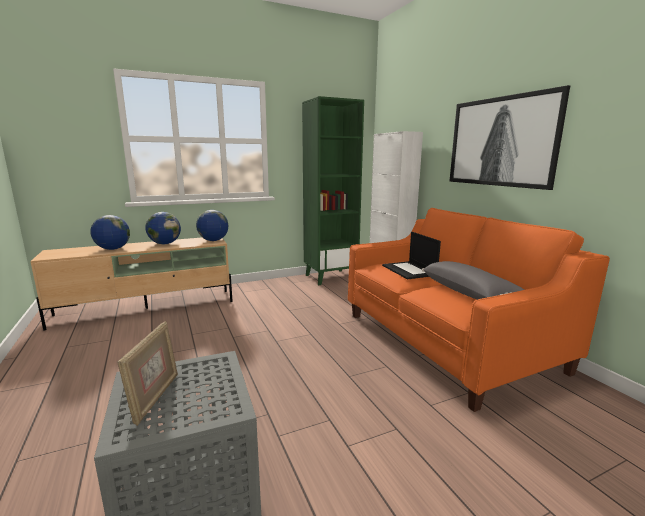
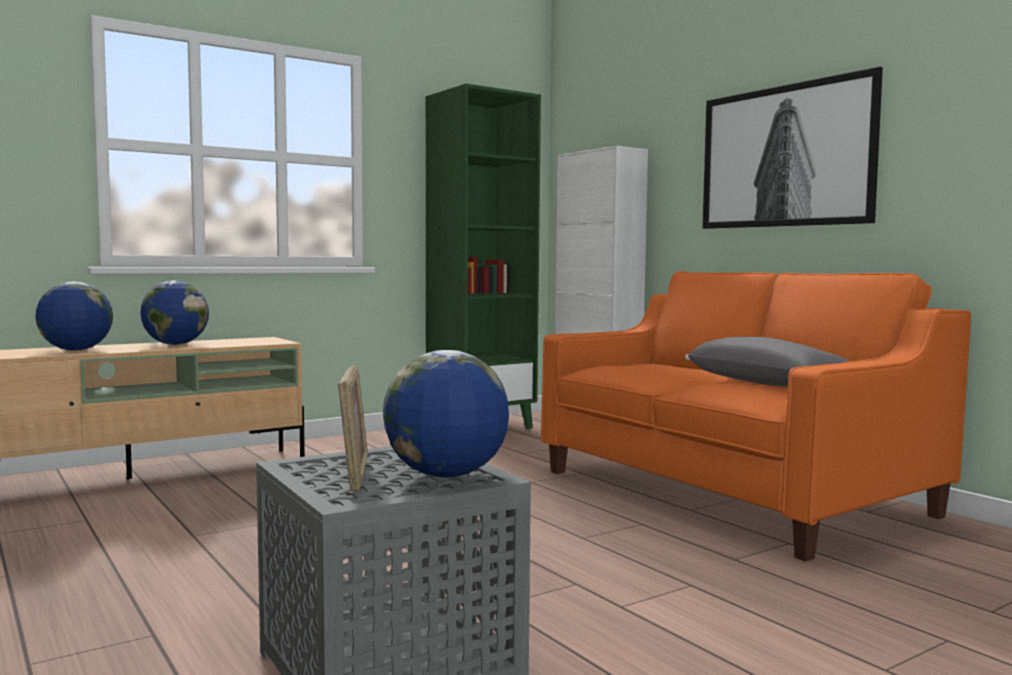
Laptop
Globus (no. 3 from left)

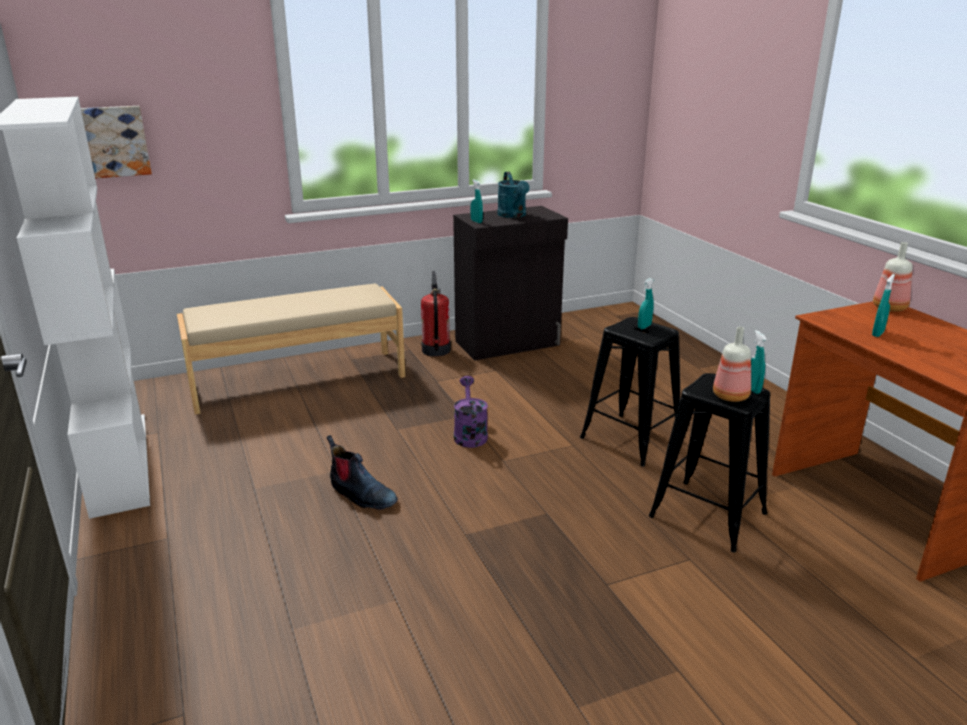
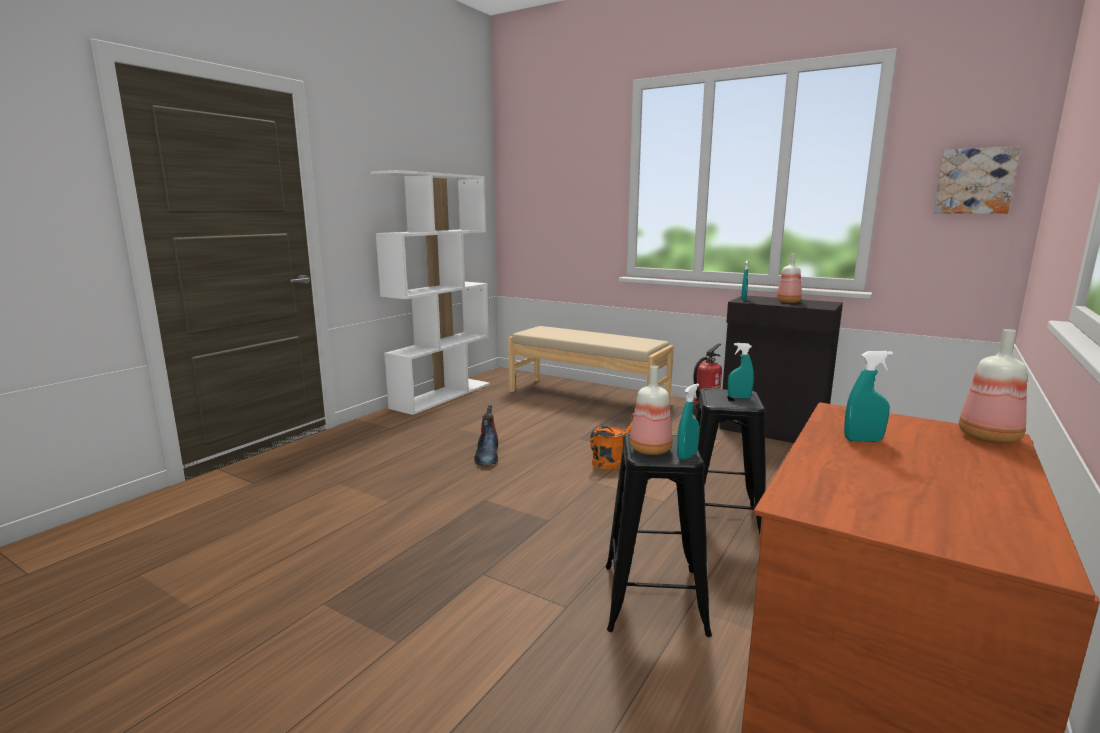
Bild
Flasche (no. 2 from left)
Gießkanne/orange

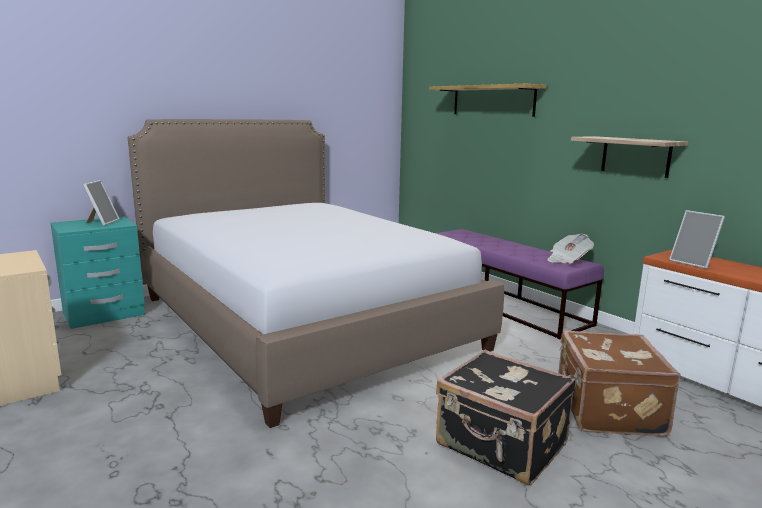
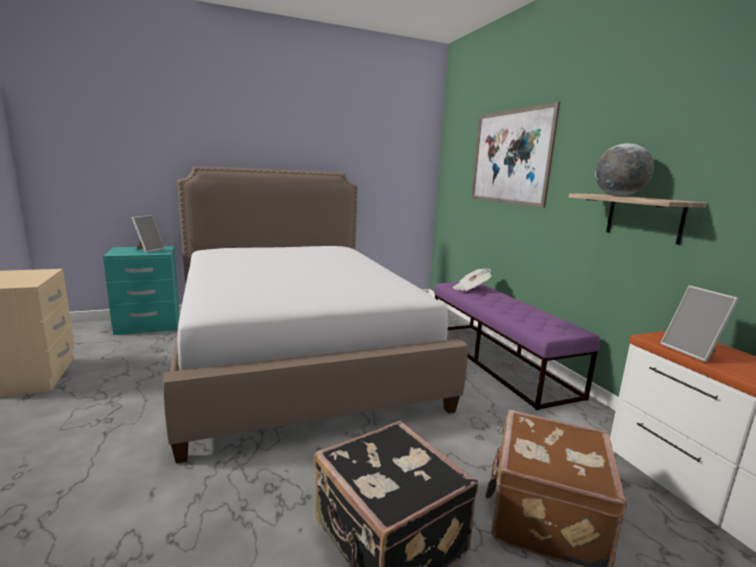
Globus
Zeitung
Bild

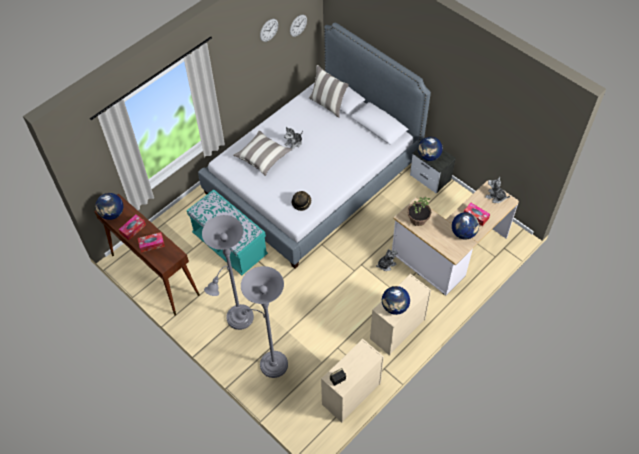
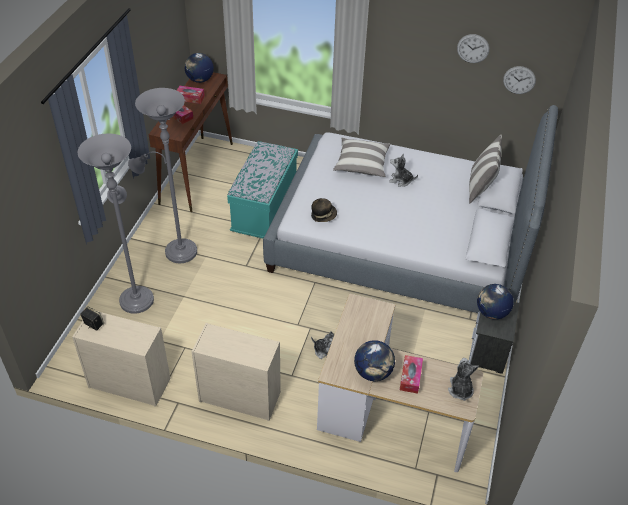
Globus (no. 2 from left in the first image)
Topfpflanze

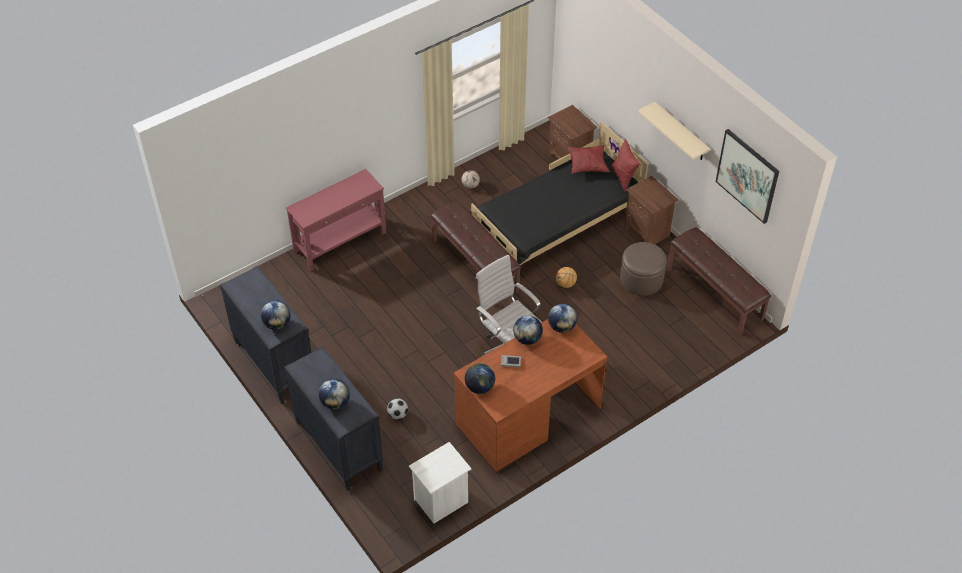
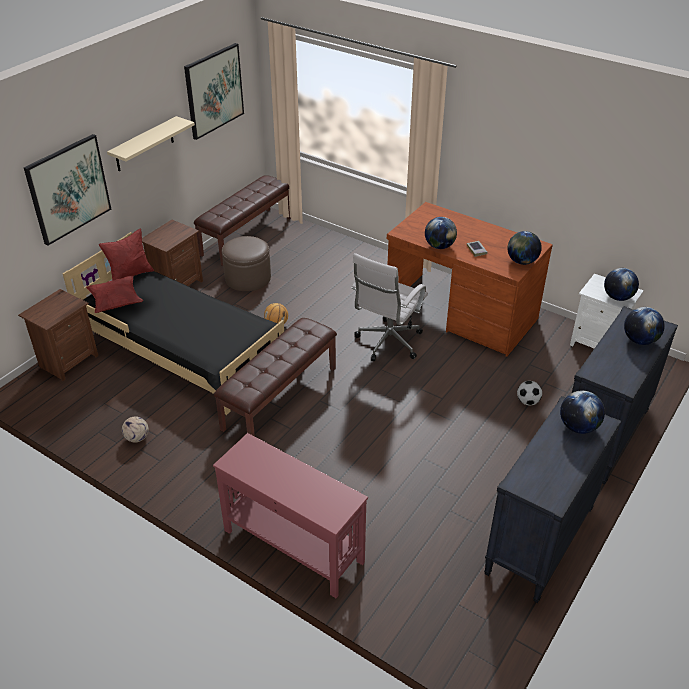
Bild (no. 1 from left)
Globus (no. 4 from left)

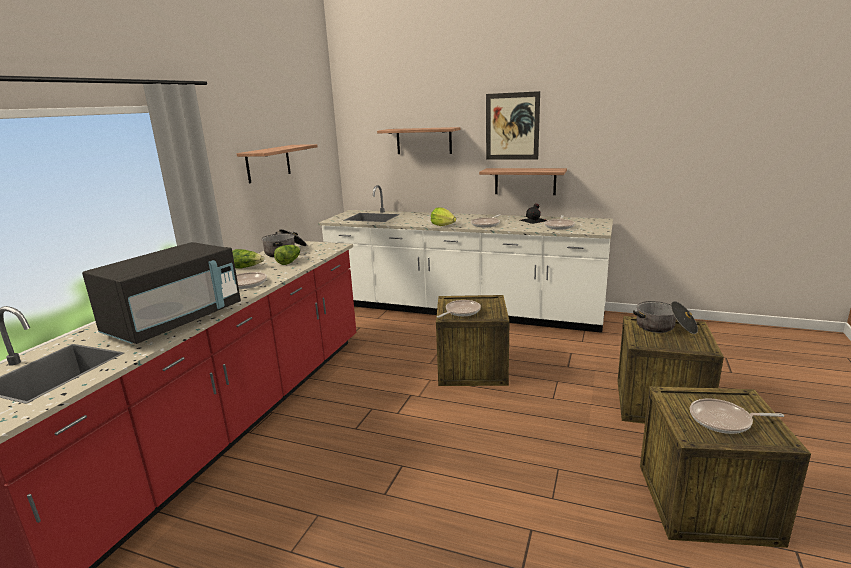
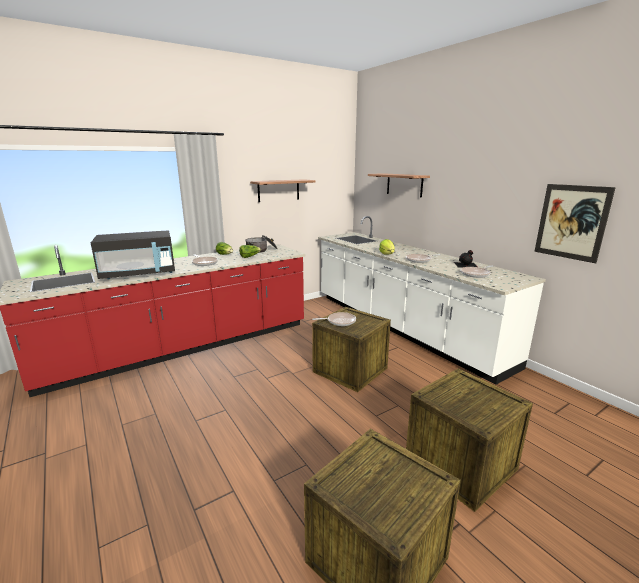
Wandregal (no. 3 from left in the first image)
Kochtopf (no. 2 from left in the first image)
Pfanne (no. 5 from left in the first image)
Bild

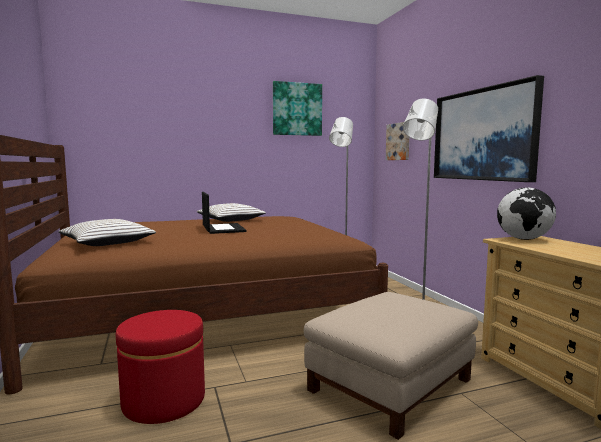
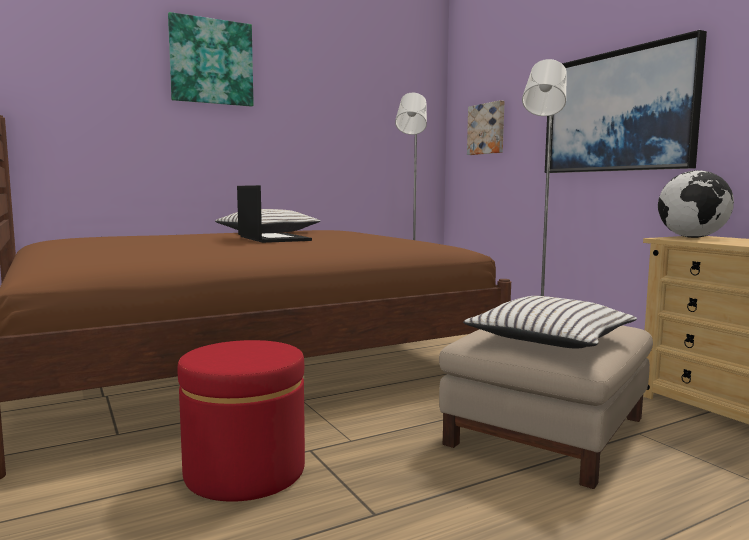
Kissen/weiß (no. 2 from left)
Bild (no. 1 from left)

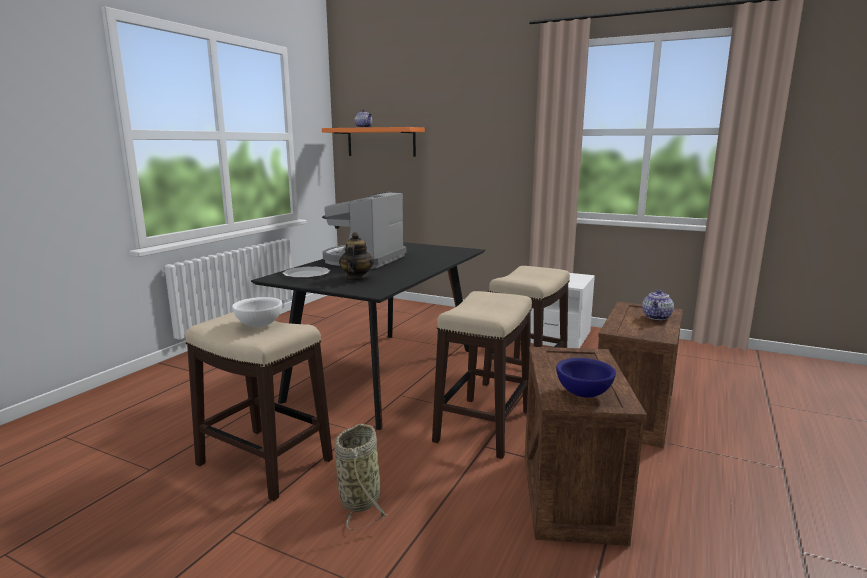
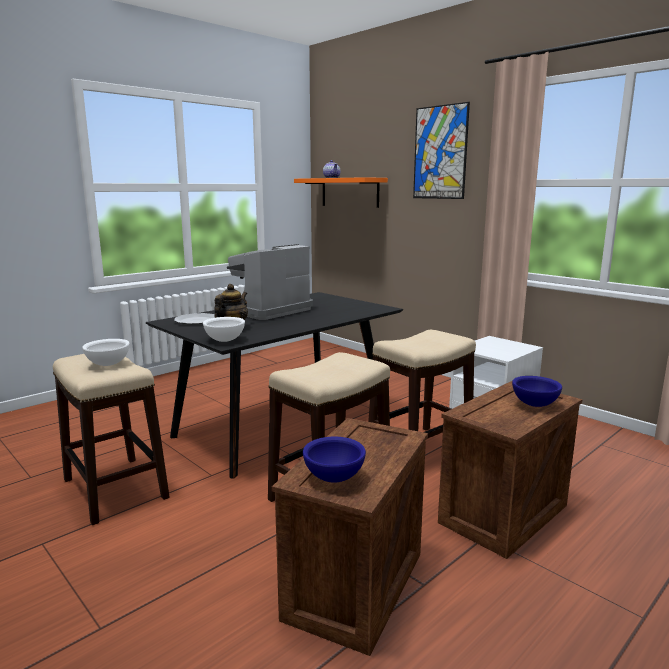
Korb
Schüssel/weiß (no. 2 from left)
Bild
Schüssel/blau (no. 2 from left)

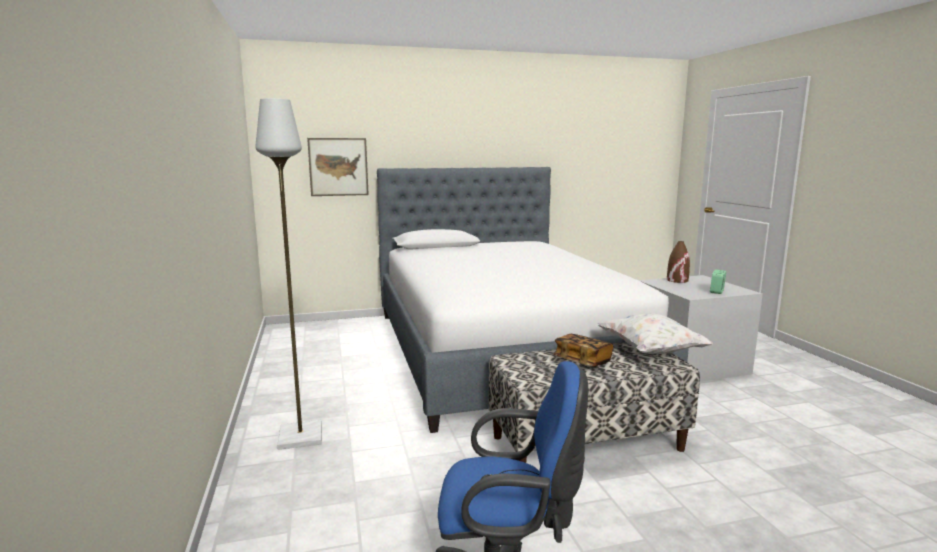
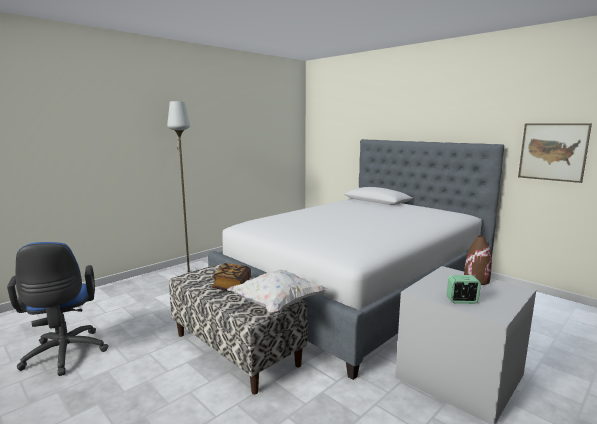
Bild

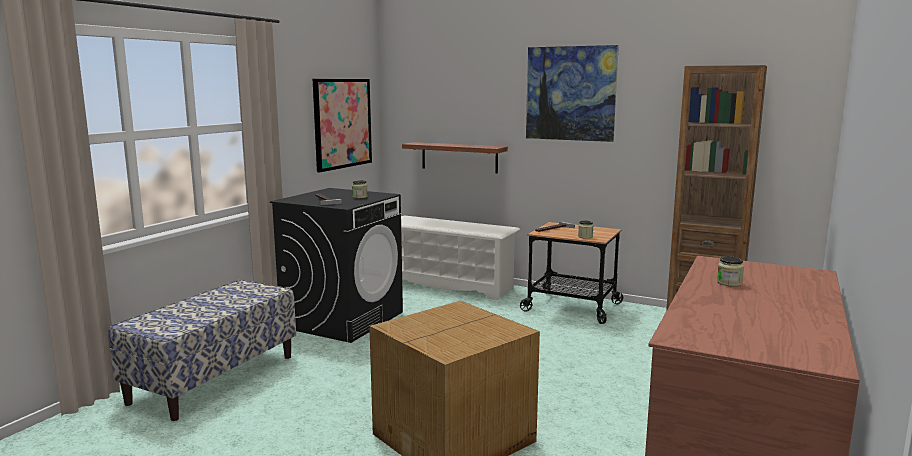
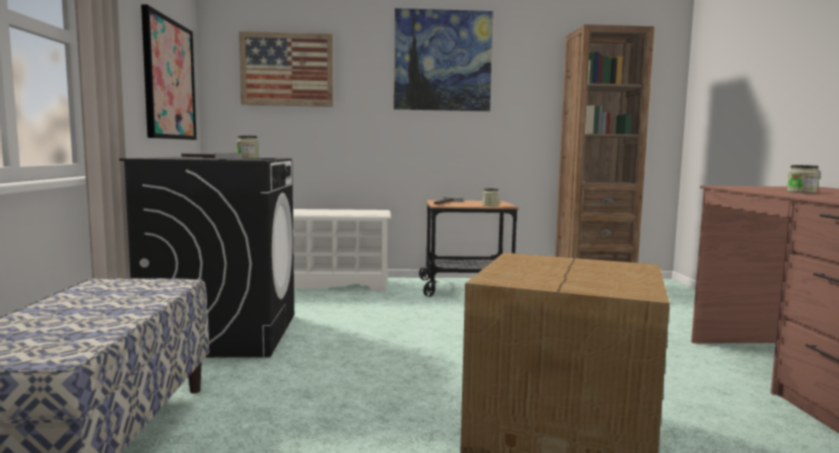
Wandregal
Bild (no. 2 from left)

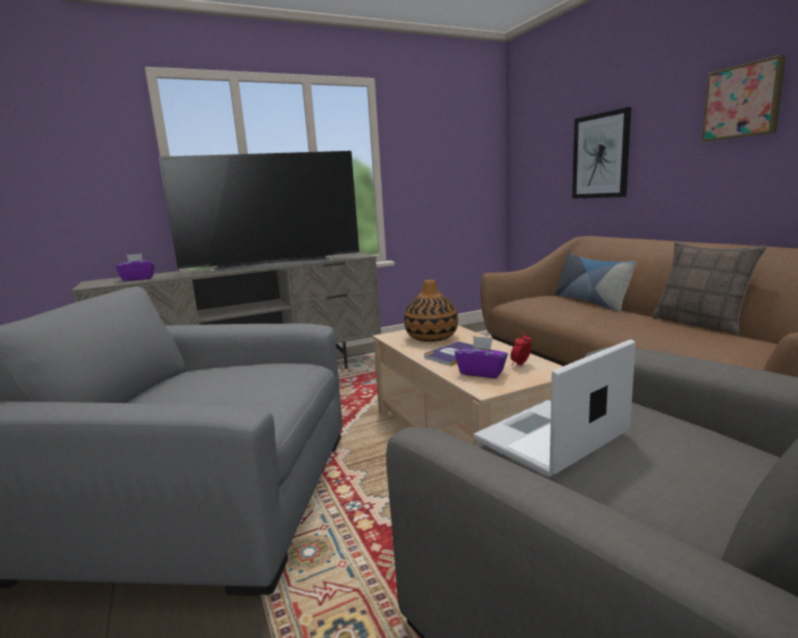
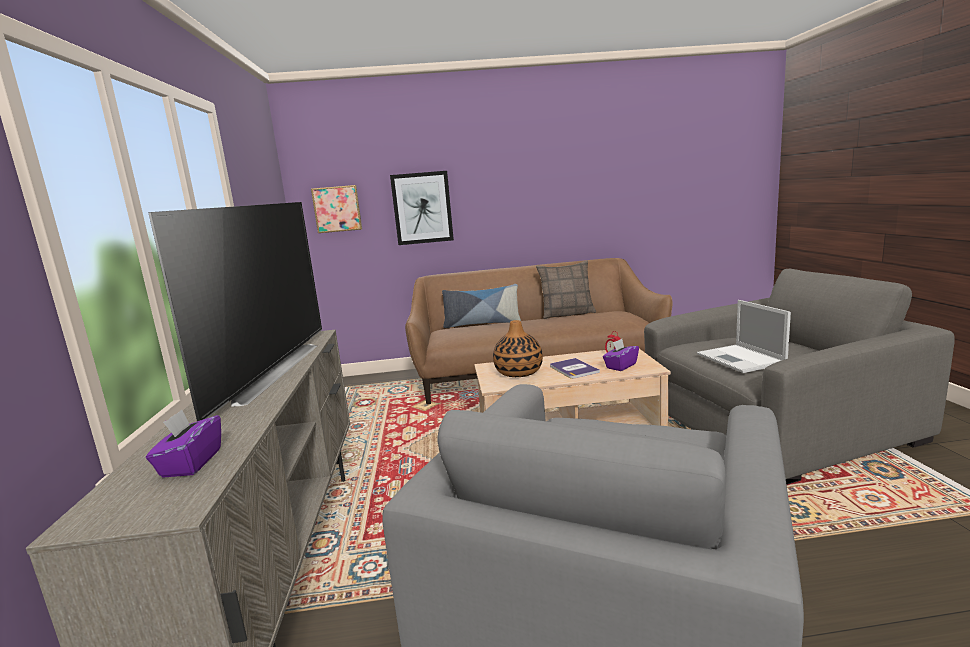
Bild (no. 1 from left)

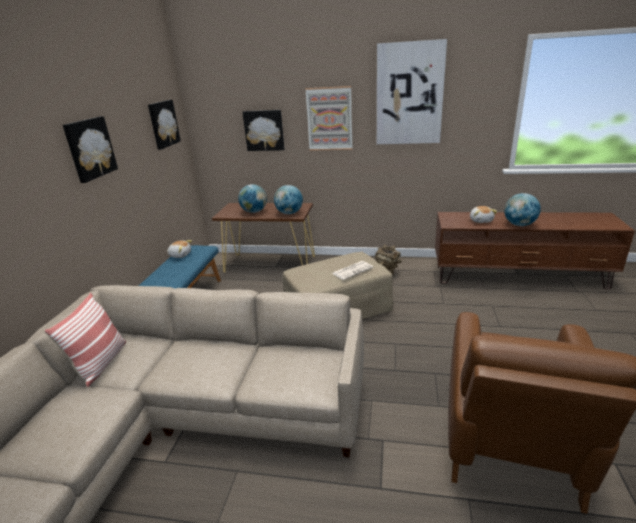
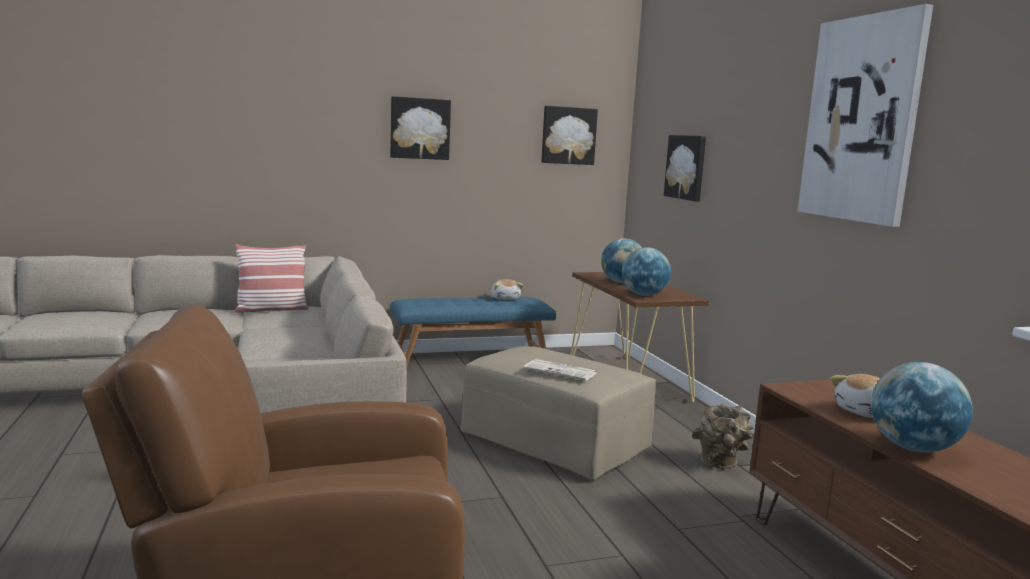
Bild (no. 4 from left in the first image)

